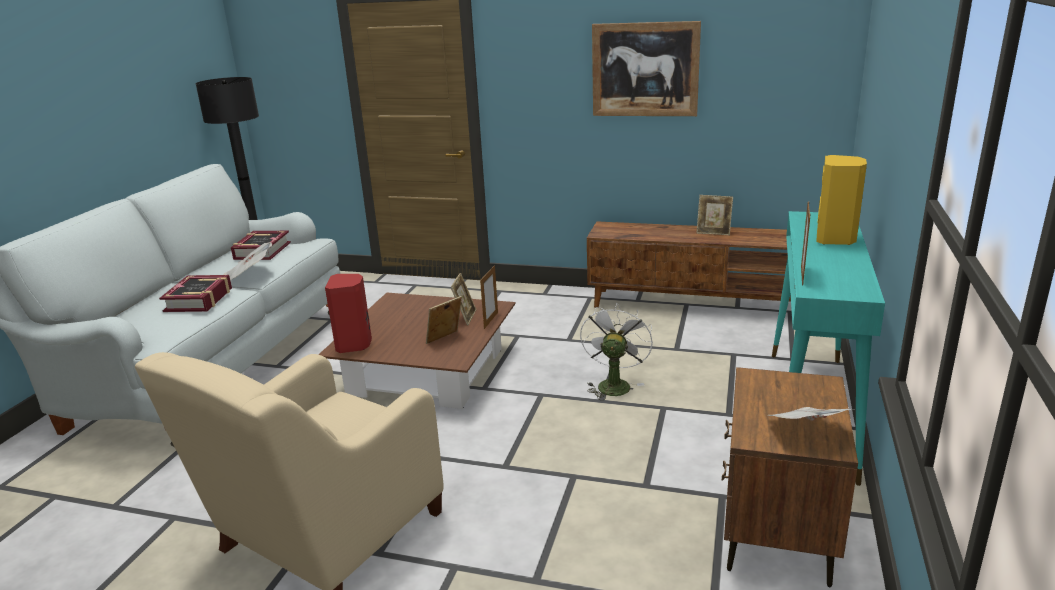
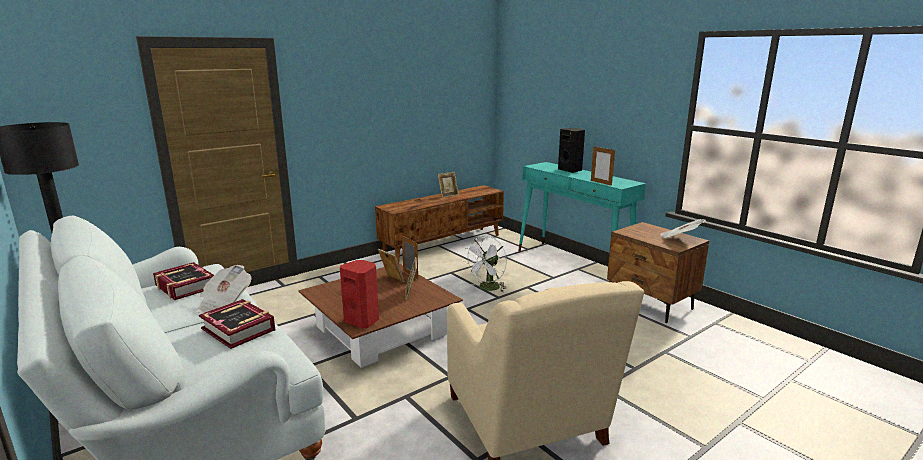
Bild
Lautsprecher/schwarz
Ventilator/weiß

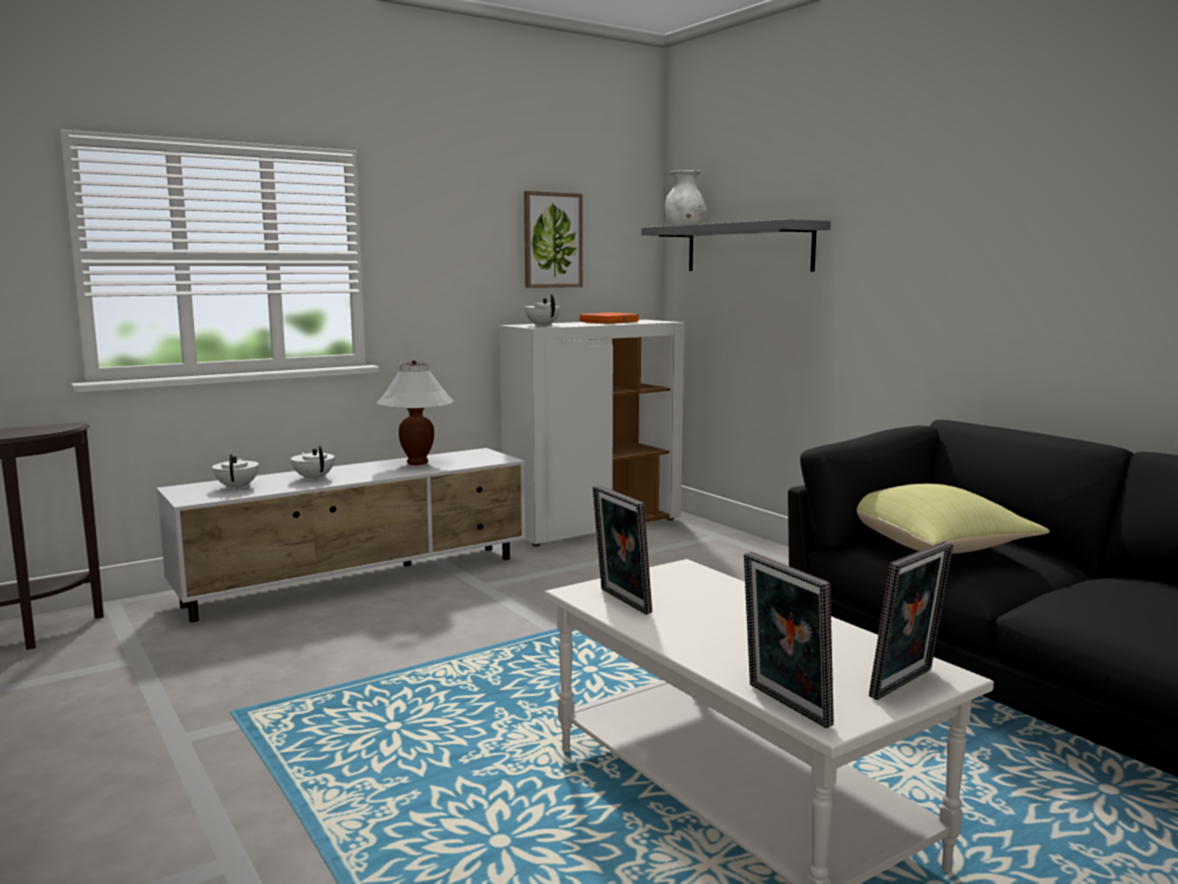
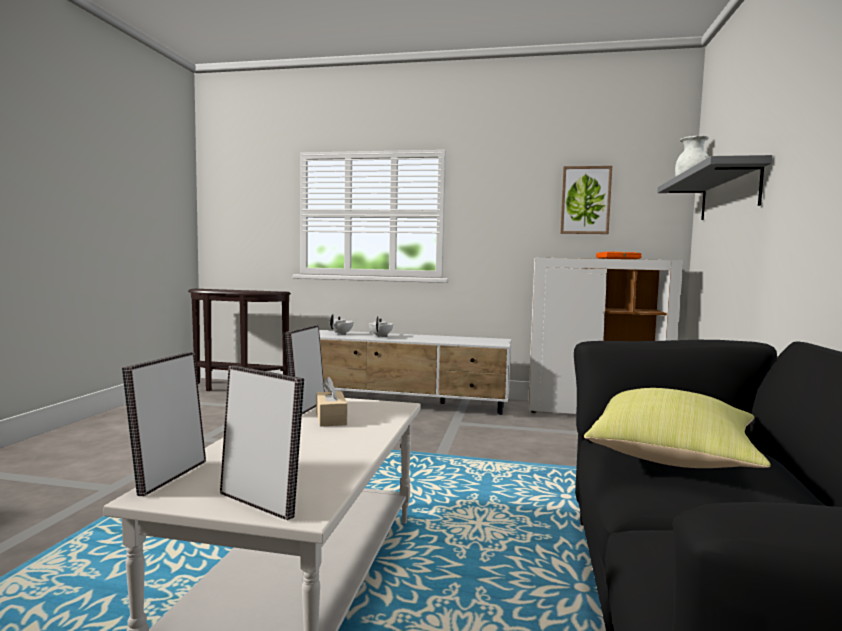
Tischlampe/weiß
Teekanne/weiß (no. 3 from left in the first image)
Taschentuchbox/beige
Bilderrahmen (no. 2 from left)

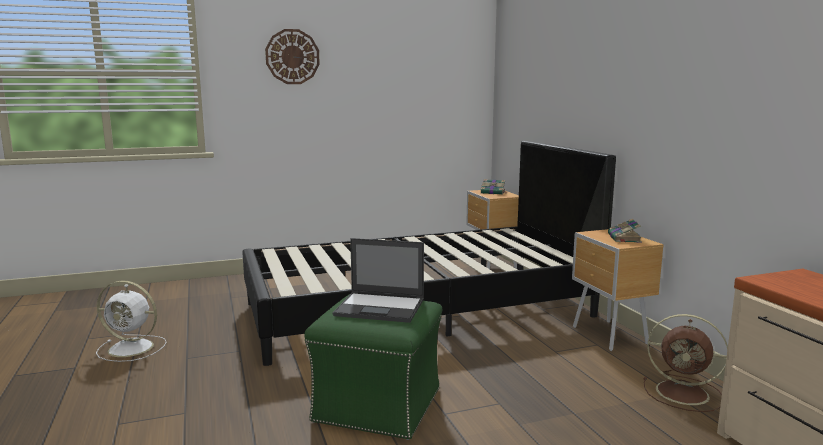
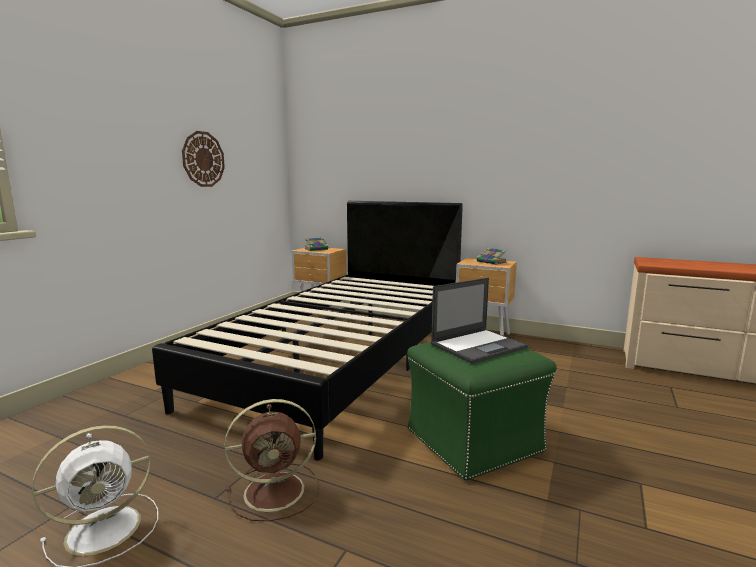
Wanduhr
Ventilator/braun

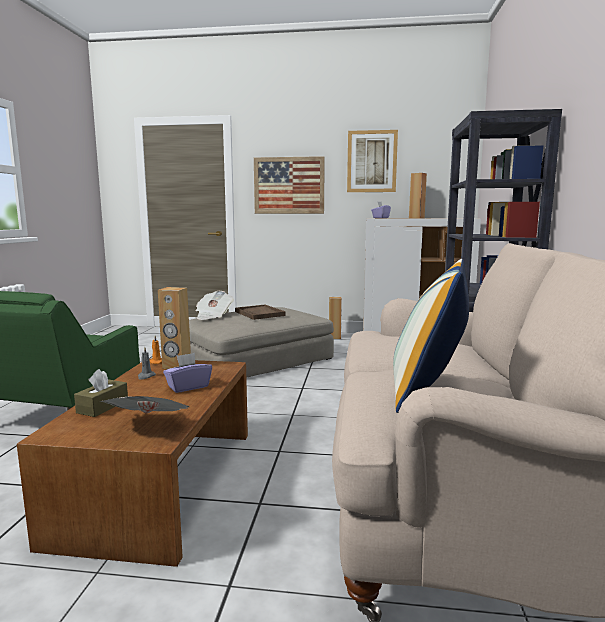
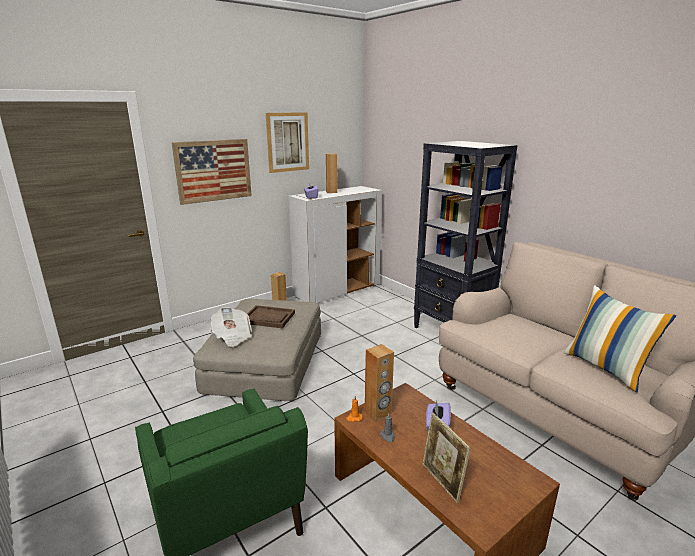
Zeitung (no. 1 from left in the first image)
Bilderrahmen

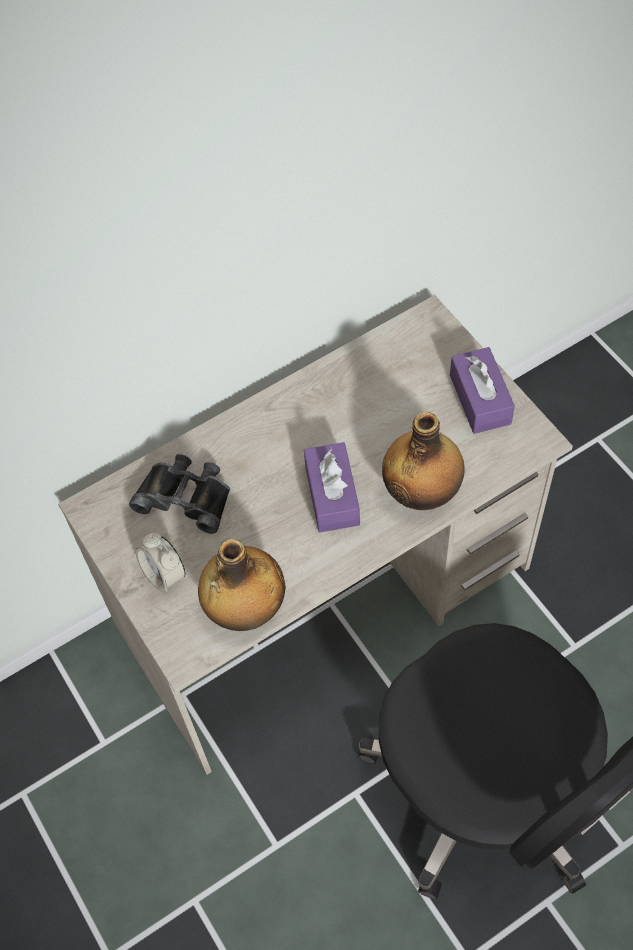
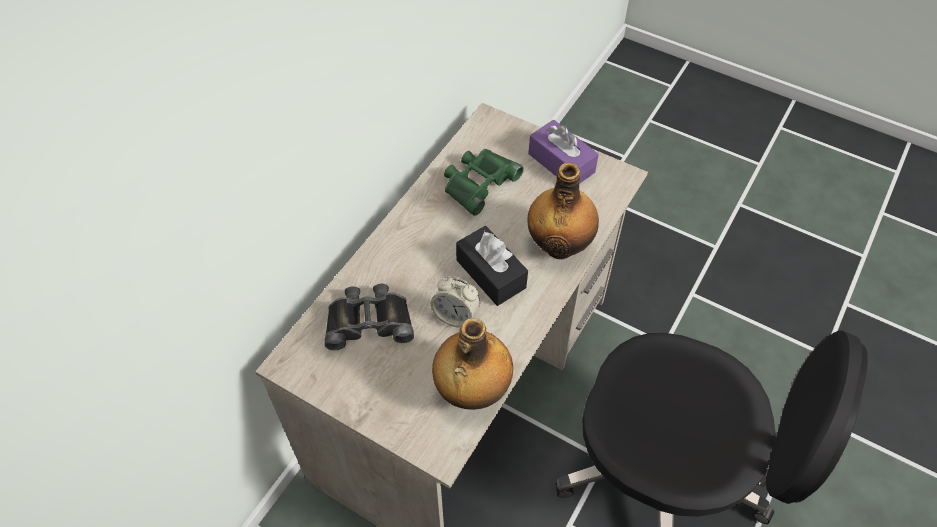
Fernglas/grün
Wecker
Taschentuchbox/schwarz

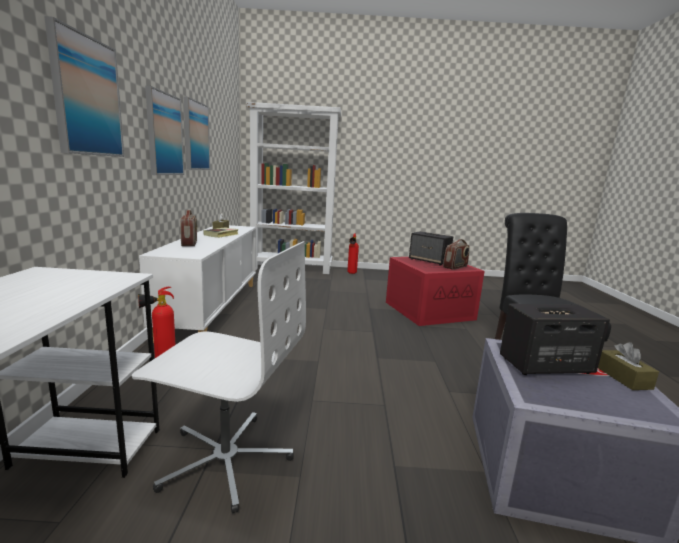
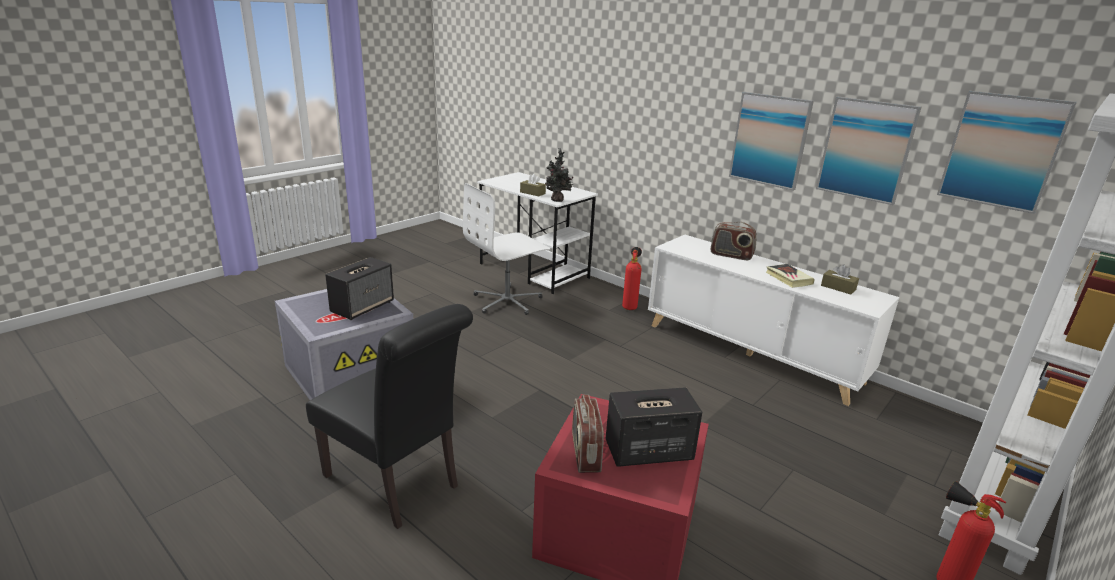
Topfpflanze
Bild (no. 3 from left)
Taschentuchbox/braun (no. 1 from left)

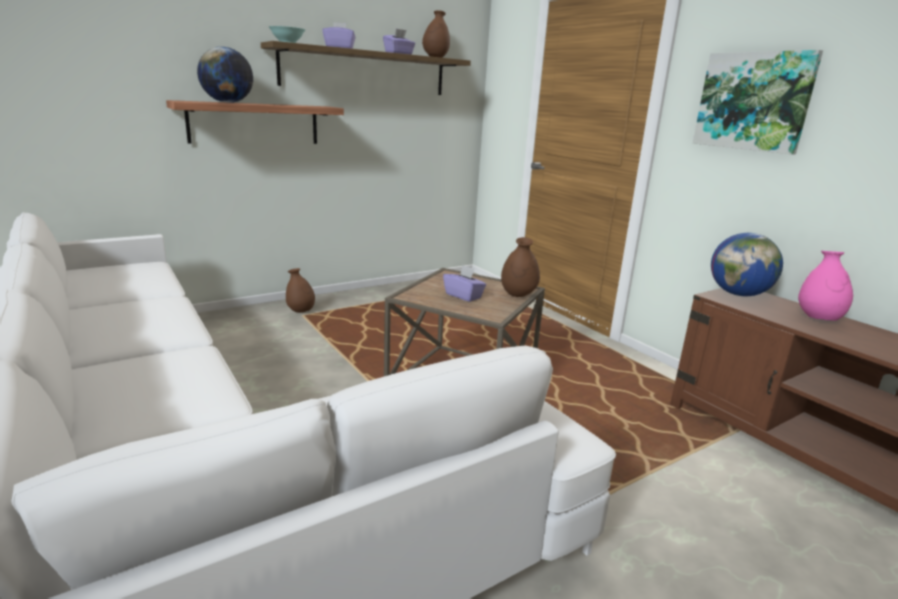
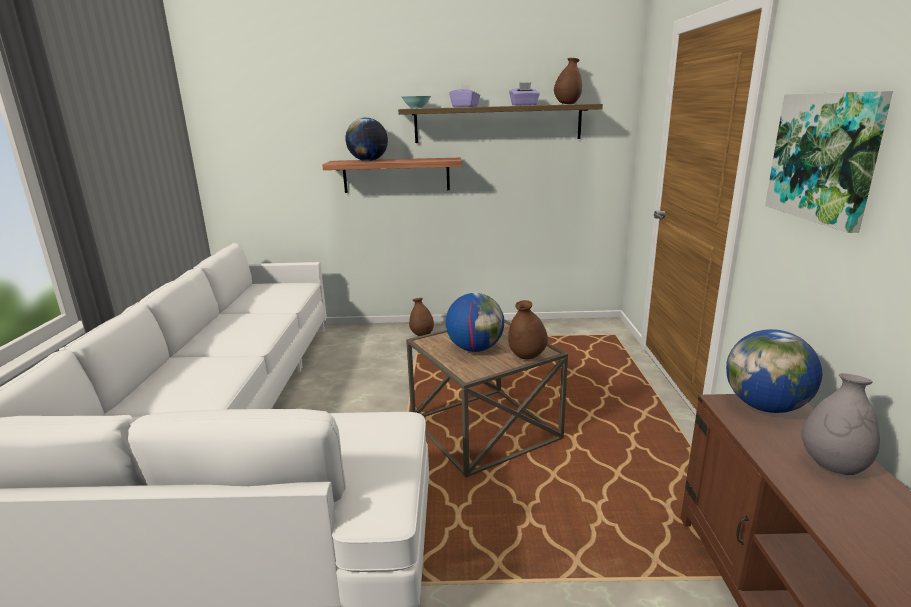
Globus (no. 2 from left)
Vase/grau

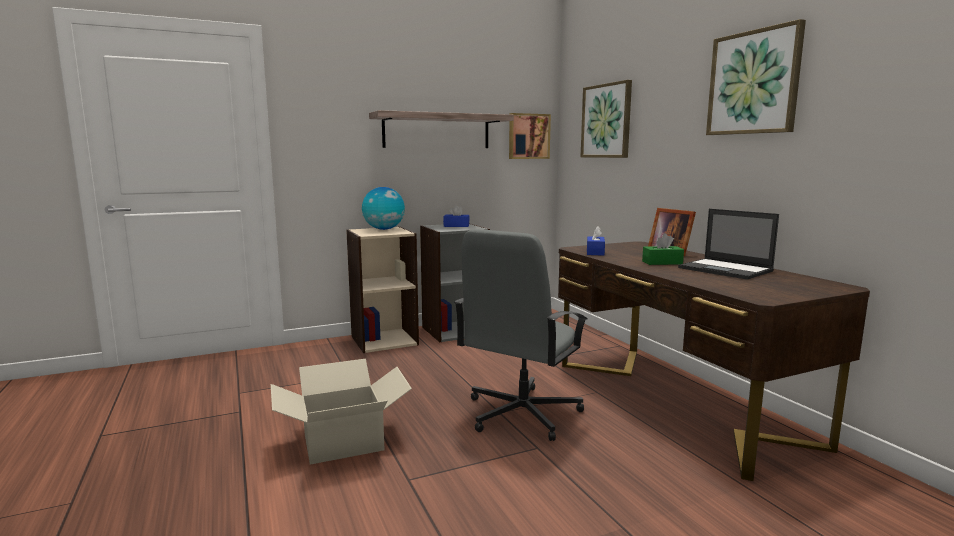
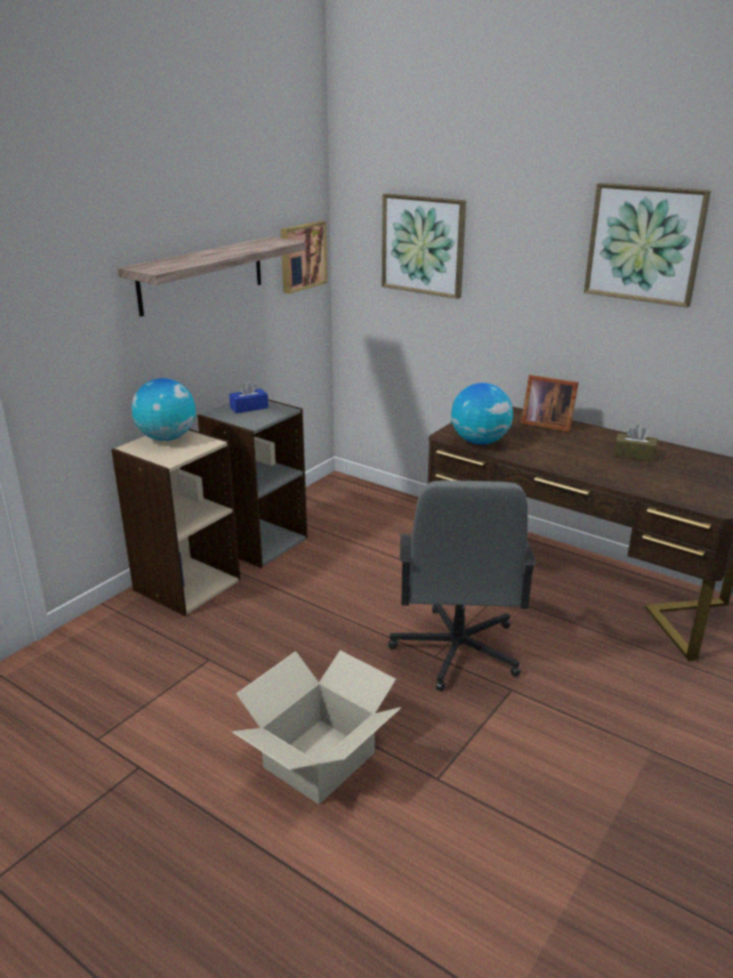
Taschentuchbox/grün
Globus (no. 2 from left)
Taschentuchbox/braun

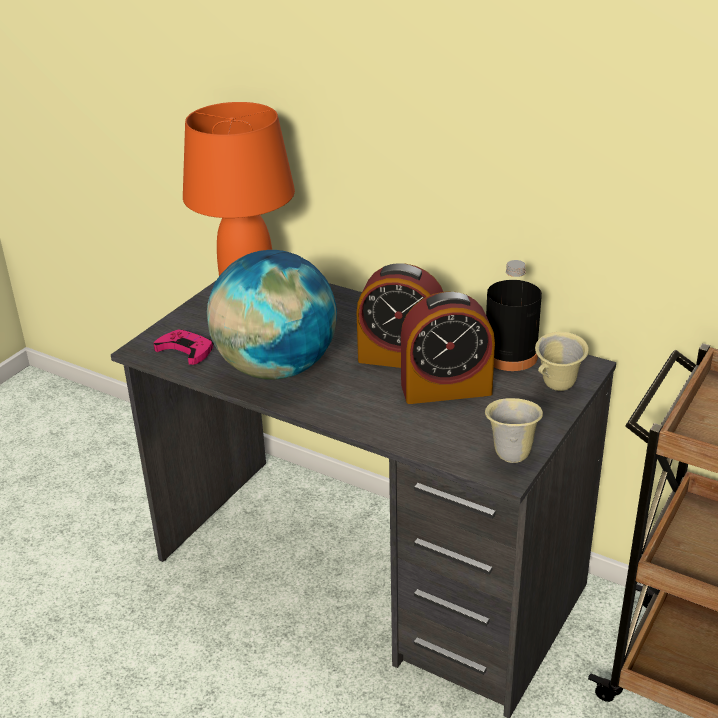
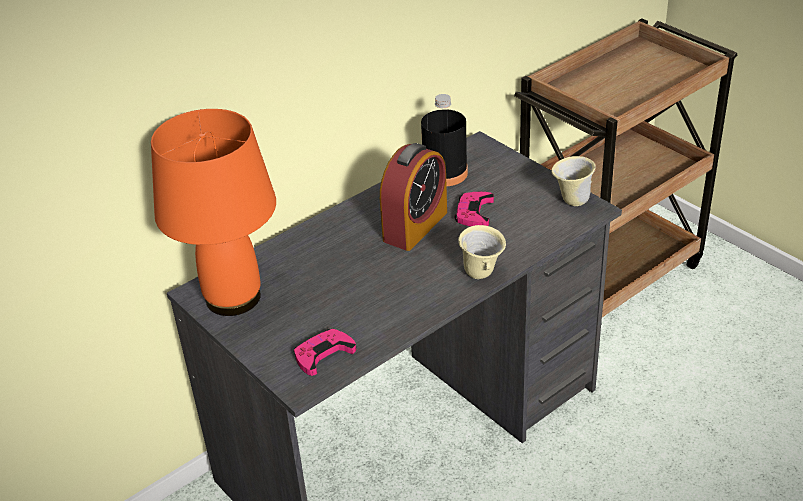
Globus
Henkelbecher/beige (no. 1 from left)
Gamepad/rosa (no. 2 from left)

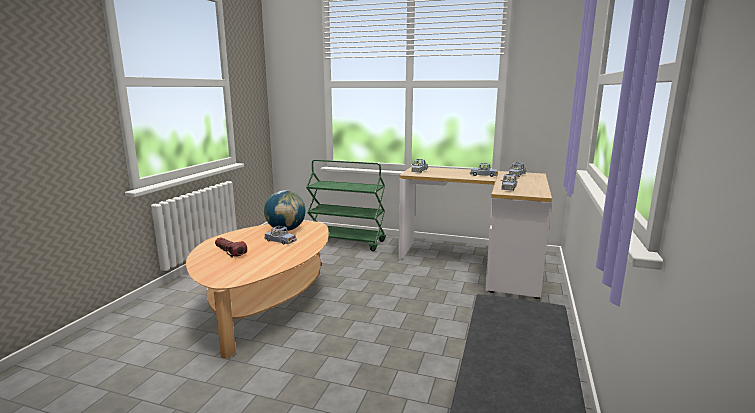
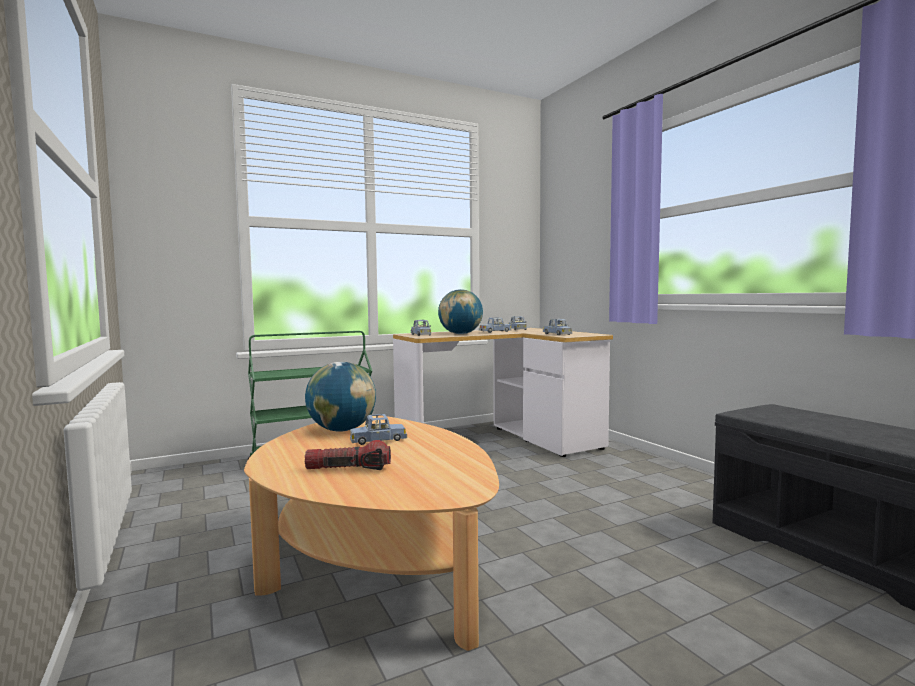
Globus (no. 2 from left)

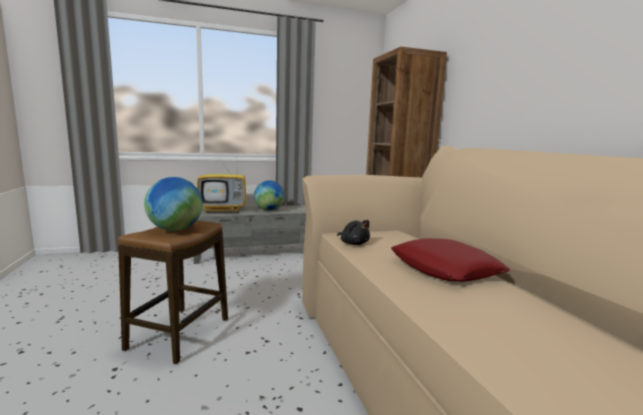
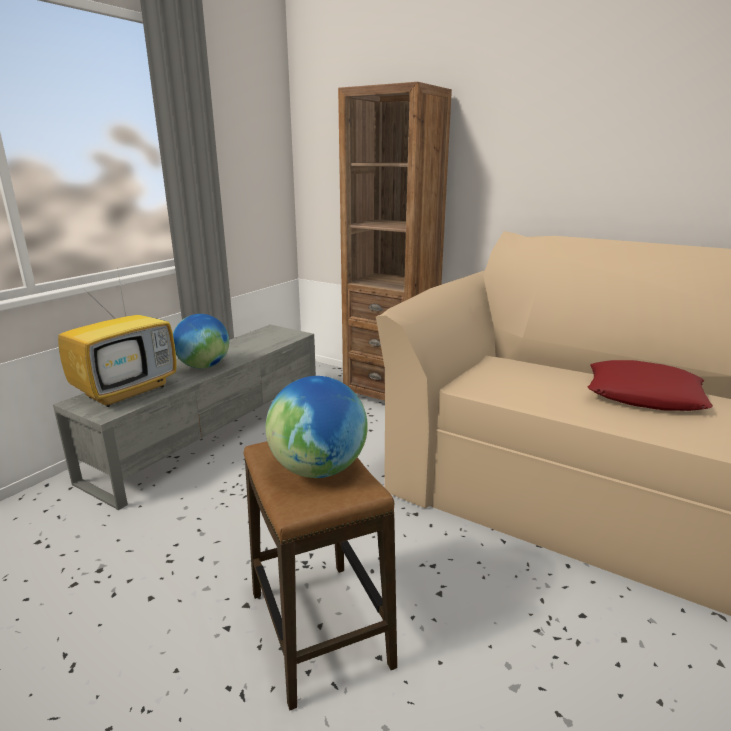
Plüschtier/schwarz

